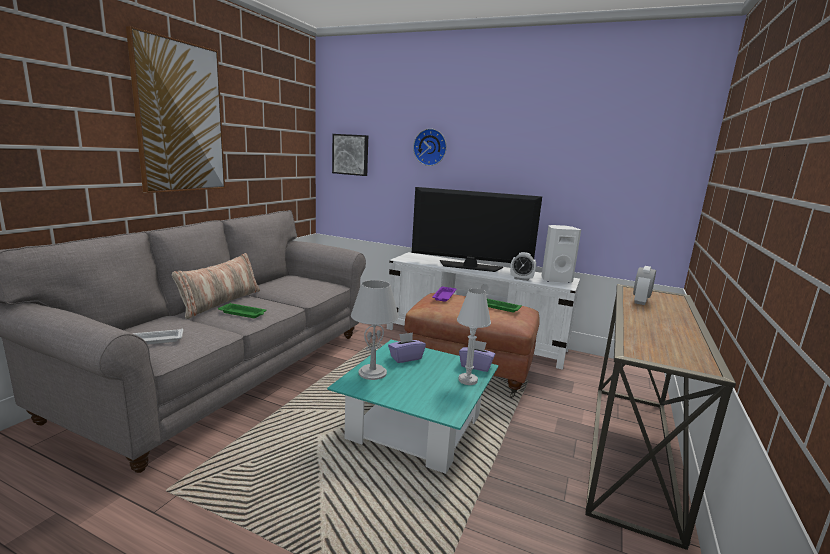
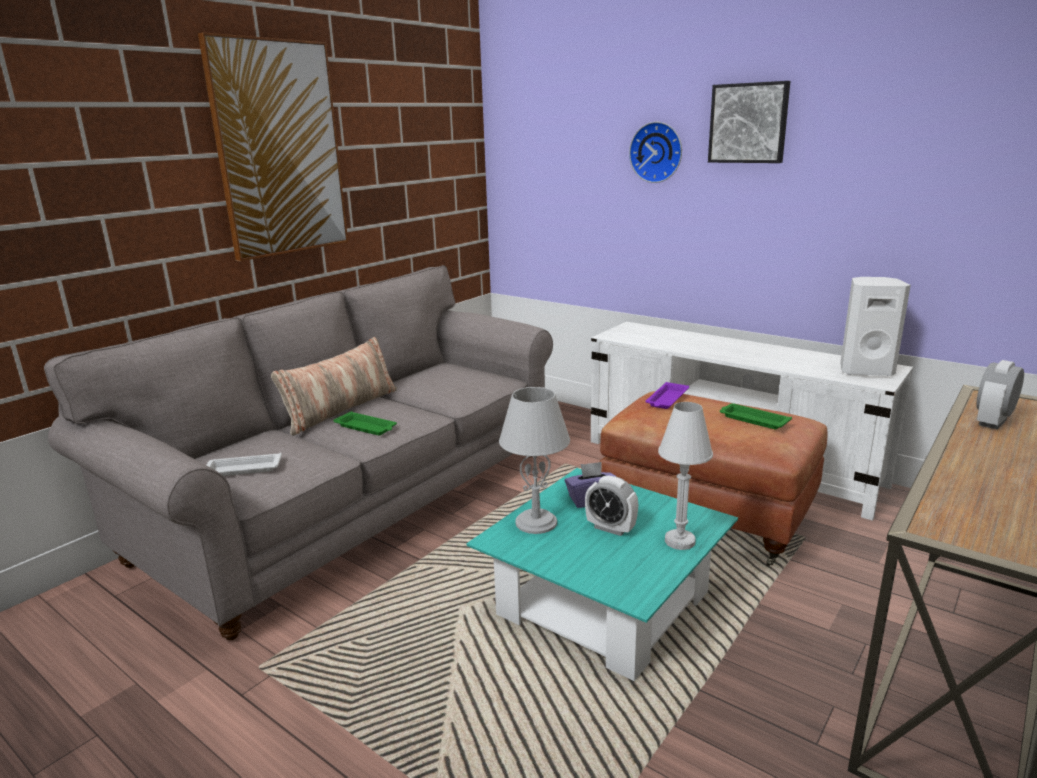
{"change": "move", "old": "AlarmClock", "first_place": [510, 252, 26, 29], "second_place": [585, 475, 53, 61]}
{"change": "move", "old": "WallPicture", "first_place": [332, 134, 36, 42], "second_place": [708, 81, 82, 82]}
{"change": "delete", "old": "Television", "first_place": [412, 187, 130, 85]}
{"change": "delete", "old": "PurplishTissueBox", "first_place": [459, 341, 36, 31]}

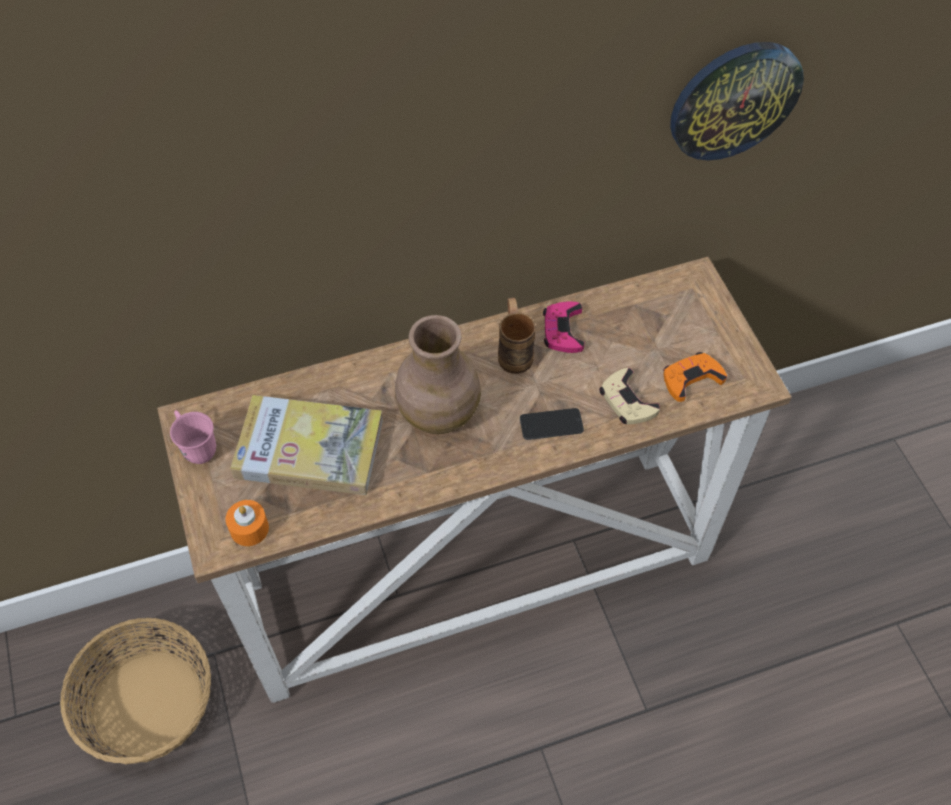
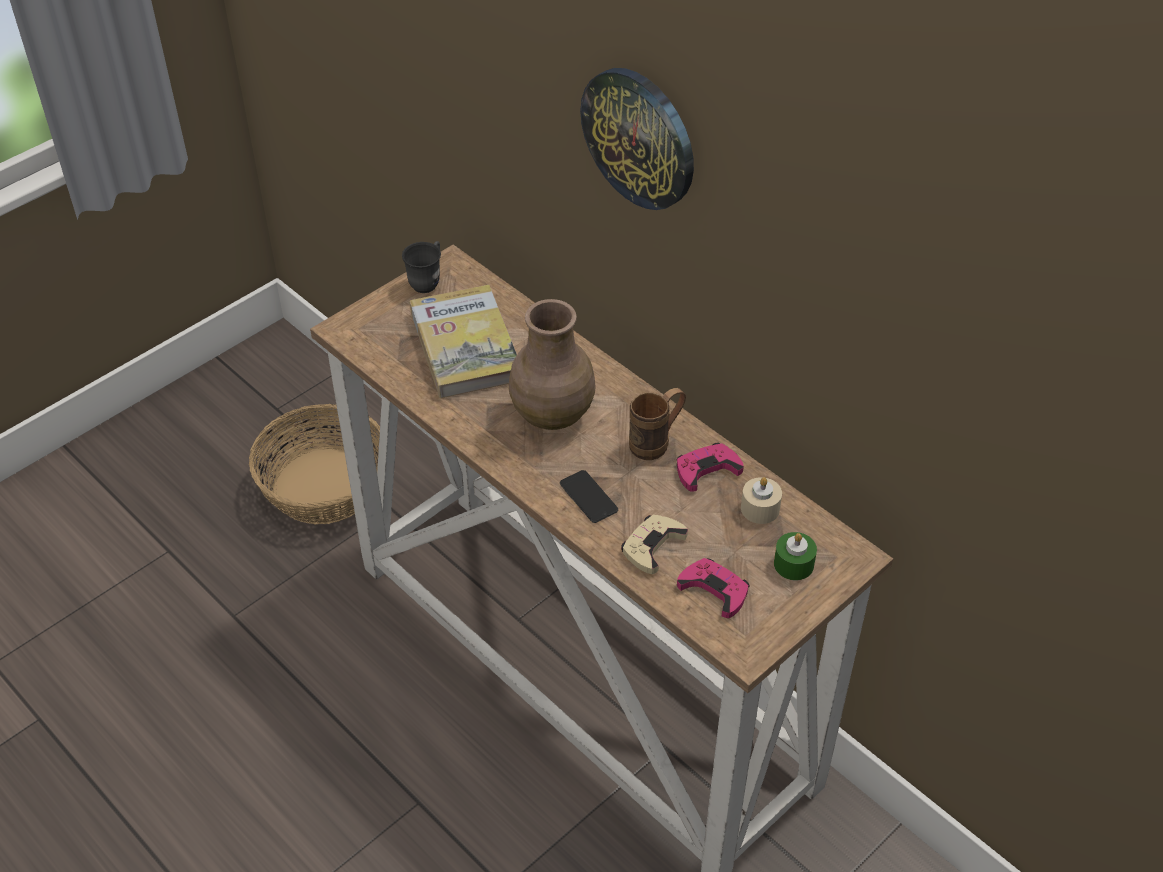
{"change": "recolor", "old": "PinkishCoffeeMug", "new": "GrayCoffeeMug", "first_place": [170, 410, 46, 54], "second_place": [402, 241, 39, 52]}
{"change": "move", "old": "HangingClock", "first_place": [670, 42, 134, 118], "second_place": [580, 68, 114, 142]}
{"change": "recolor", "old": "OrangeyGameController", "new": "PinkishGameController", "first_place": [663, 352, 64, 50], "second_place": [677, 558, 73, 60]}
{"change": "insert", "new": "BeigeColouredWaxCandle", "second_place": [741, 477, 41, 47]}
{"change": "insert", "new": "GreenWaxCandle", "second_place": [774, 532, 43, 48]}
{"change": "delete", "old": "OrangeyWaxCandle", "first_place": [226, 500, 43, 46]}

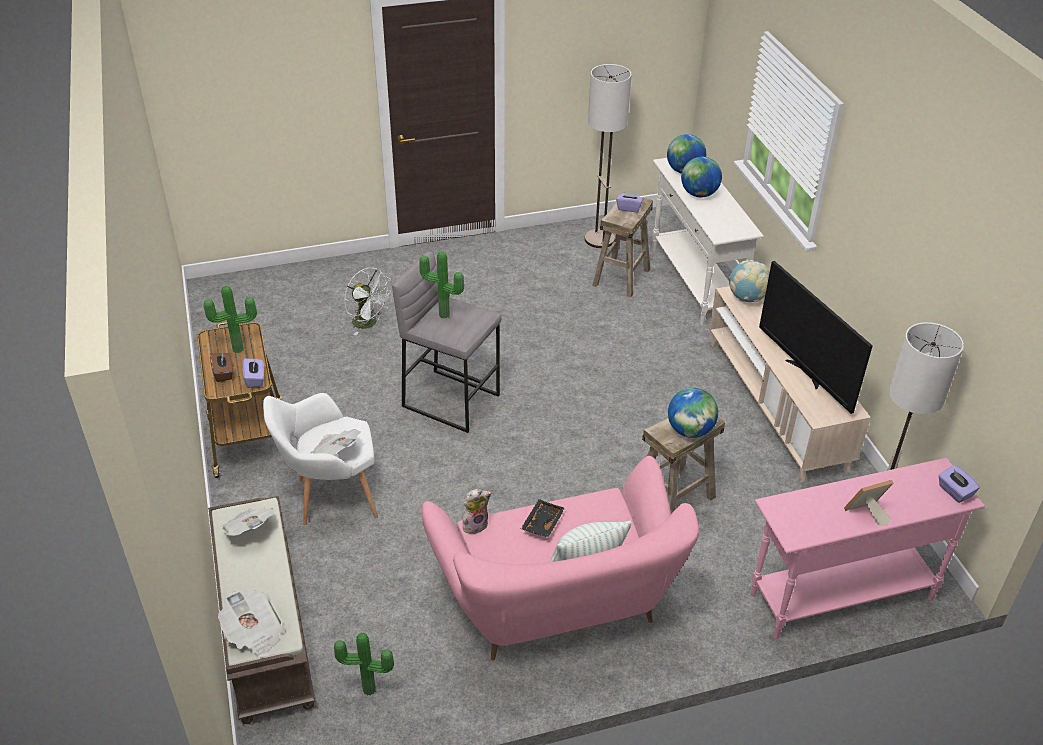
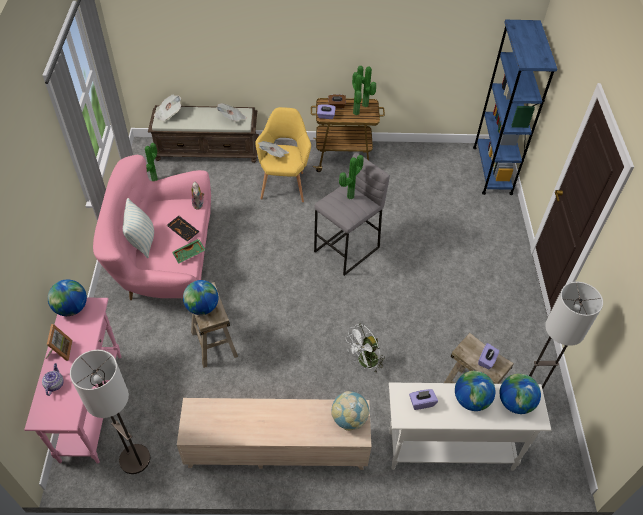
{"change": "insert", "new": "TeaPot", "second_place": [42, 363, 22, 33]}
{"change": "insert", "new": "DeskGlobe", "second_place": [48, 279, 39, 37]}
{"change": "insert", "new": "GreenCarryingTray", "second_place": [172, 239, 33, 24]}
{"change": "recolor", "old": "WhiteColouredLoungeChair", "new": "YellowishLoungeChair", "first_place": [263, 393, 115, 132], "second_place": [255, 107, 56, 95]}
{"change": "move", "old": "WhiteColouredFan", "first_place": [344, 268, 49, 67], "second_place": [346, 324, 39, 49]}
{"change": "insert", "new": "PottedPlant", "second_place": [357, 66, 19, 41]}
{"change": "move", "old": "PurplishTissueBox", "first_place": [938, 465, 42, 38], "second_place": [409, 389, 29, 21]}
{"change": "insert", "new": "BlueBookshelf", "second_place": [473, 20, 84, 175]}
{"change": "delete", "old": "Television", "first_place": [759, 261, 114, 153]}

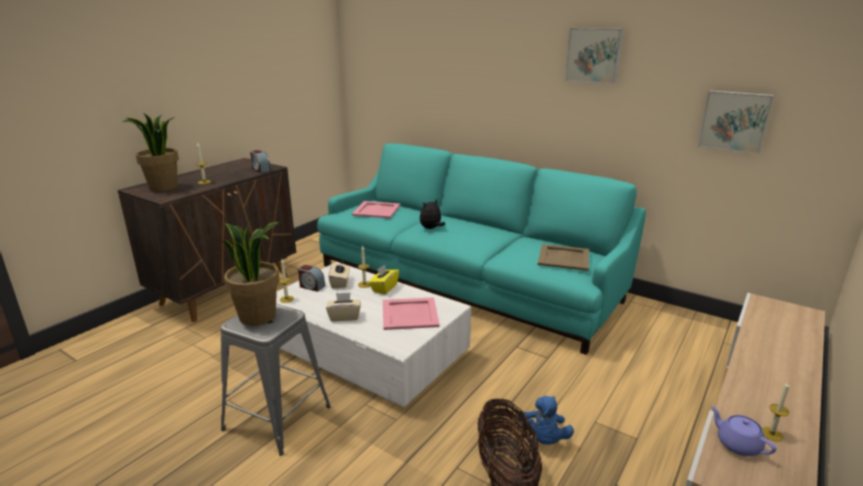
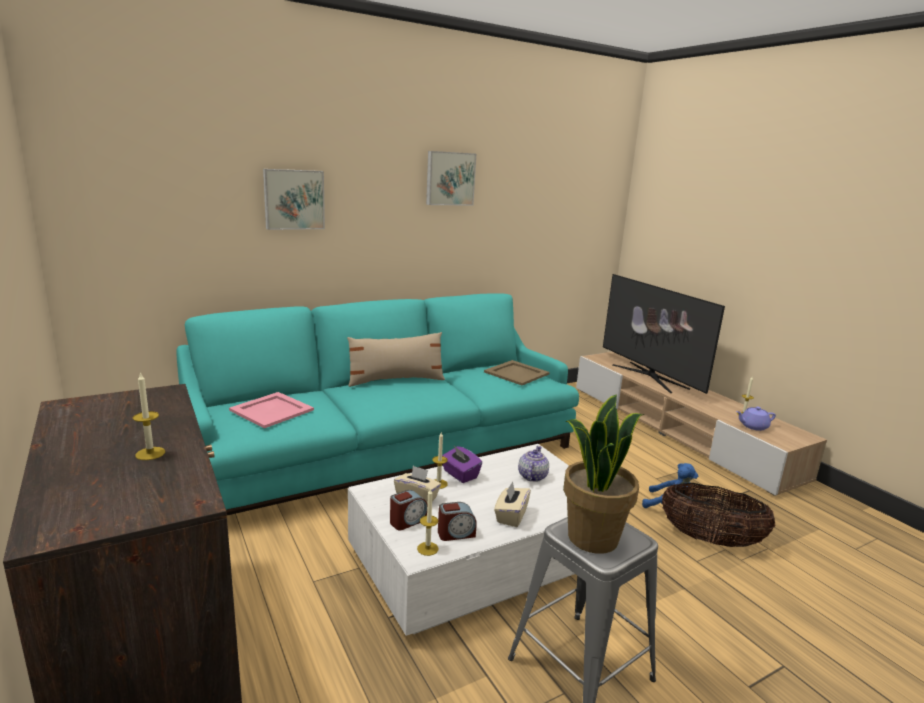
{"change": "move", "old": "WallPicture", "first_place": [698, 90, 76, 64], "second_place": [263, 169, 62, 61]}
{"change": "insert", "new": "BeigeColouredThrowPillow", "second_place": [347, 332, 98, 55]}
{"change": "move", "old": "AlarmClock", "first_place": [250, 150, 21, 23], "second_place": [438, 502, 39, 39]}
{"change": "recolor", "old": "YellowishTissueBox", "new": "PurplishTissueBox", "first_place": [369, 264, 30, 30], "second_place": [442, 446, 40, 37]}
{"change": "replace", "old": "PinkishCarryingTray", "new": "TeaPot", "first_place": [383, 297, 57, 33], "second_place": [518, 446, 31, 36]}
{"change": "insert", "new": "Television", "second_place": [603, 274, 122, 120]}
{"change": "delete", "old": "PottedPlant", "first_place": [123, 112, 56, 79]}
{"change": "delete", "old": "SoftToy", "first_place": [420, 198, 25, 31]}

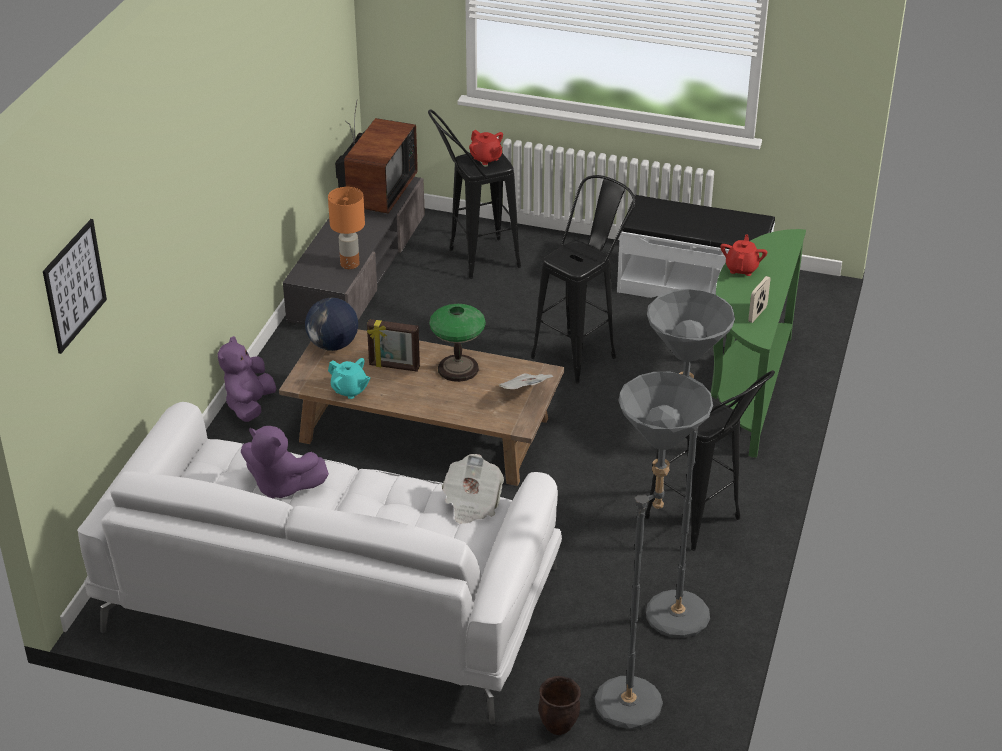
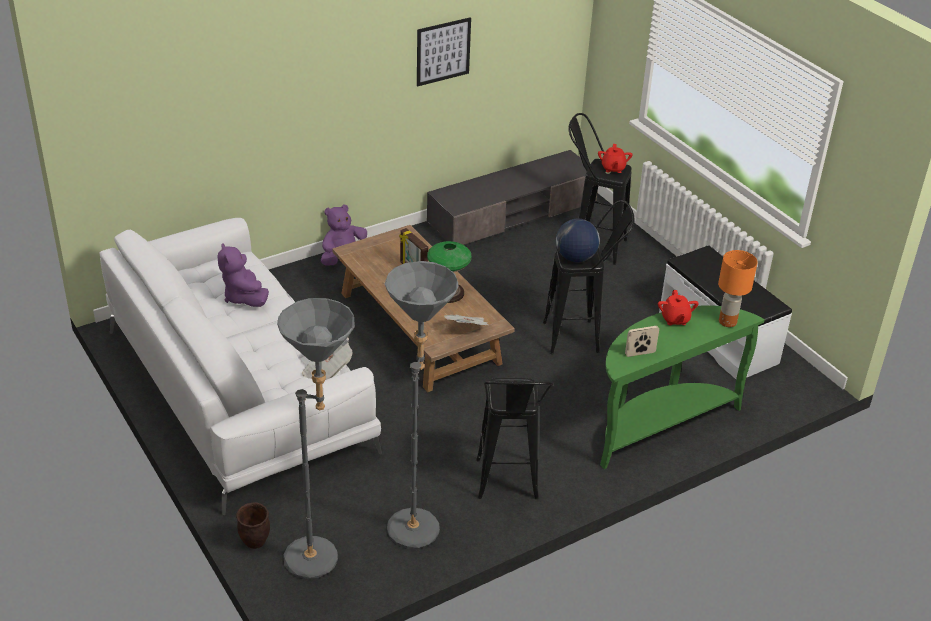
{"change": "move", "old": "WallPicture", "first_place": [43, 219, 64, 135], "second_place": [417, 17, 54, 70]}
{"change": "move", "old": "DeskGlobe", "first_place": [305, 298, 53, 53], "second_place": [556, 218, 44, 44]}
{"change": "rotate", "old": "RedTeaPot", "first_place": [720, 234, 47, 42], "second_place": [658, 290, 41, 35], "degrees": 120}
{"change": "move", "old": "OrangeyTableLamp", "first_place": [328, 187, 37, 82], "second_place": [718, 250, 40, 77]}
{"change": "delete", "old": "TurquoiseTeaPot", "first_place": [328, 358, 43, 41]}
{"change": "delete", "old": "Television", "first_place": [335, 101, 83, 112]}

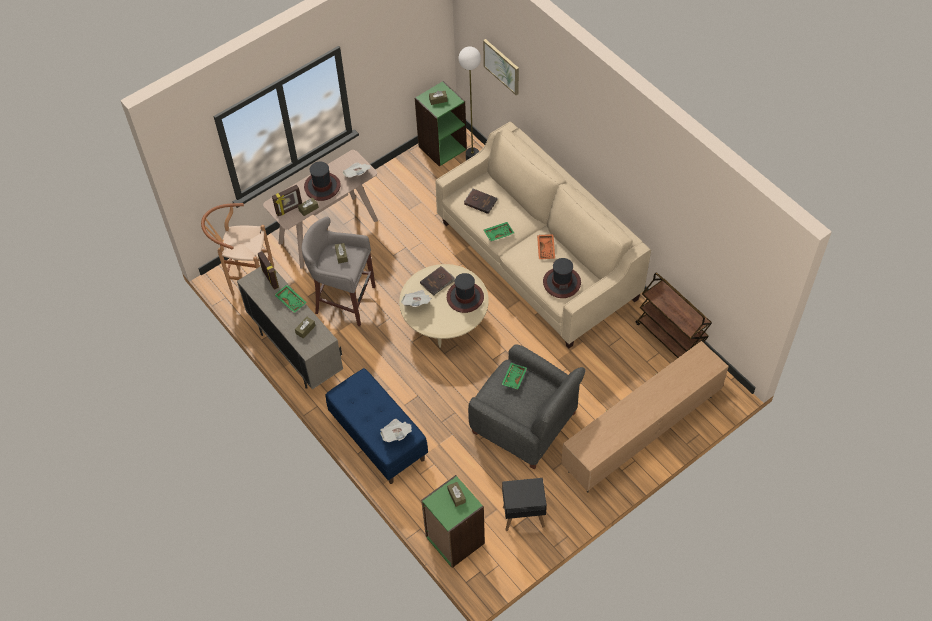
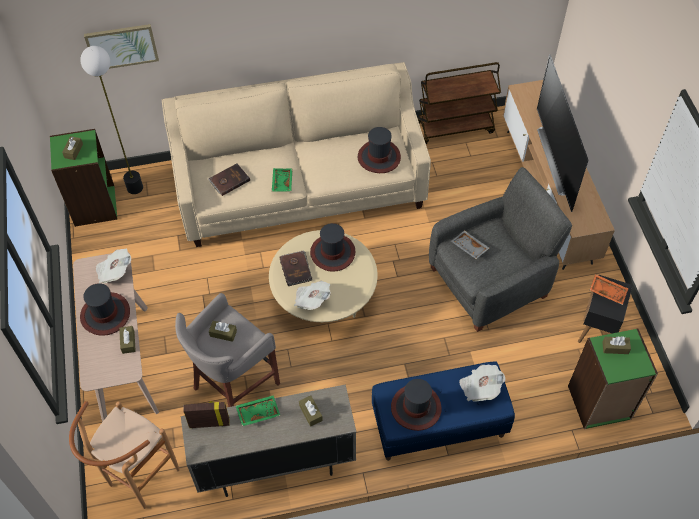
{"change": "insert", "new": "ClothingHat", "second_place": [391, 379, 50, 52]}
{"change": "recolor", "old": "GreenCarryingTray", "new": "GrayCarryingTray", "first_place": [501, 363, 26, 27], "second_place": [451, 230, 38, 29]}
{"change": "insert", "new": "Television", "second_place": [537, 54, 52, 158]}
{"change": "move", "old": "OrangeyCarryingTray", "first_place": [537, 234, 18, 25], "second_place": [590, 274, 38, 31]}
{"change": "delete", "old": "StandingFrame", "first_place": [272, 185, 30, 32]}

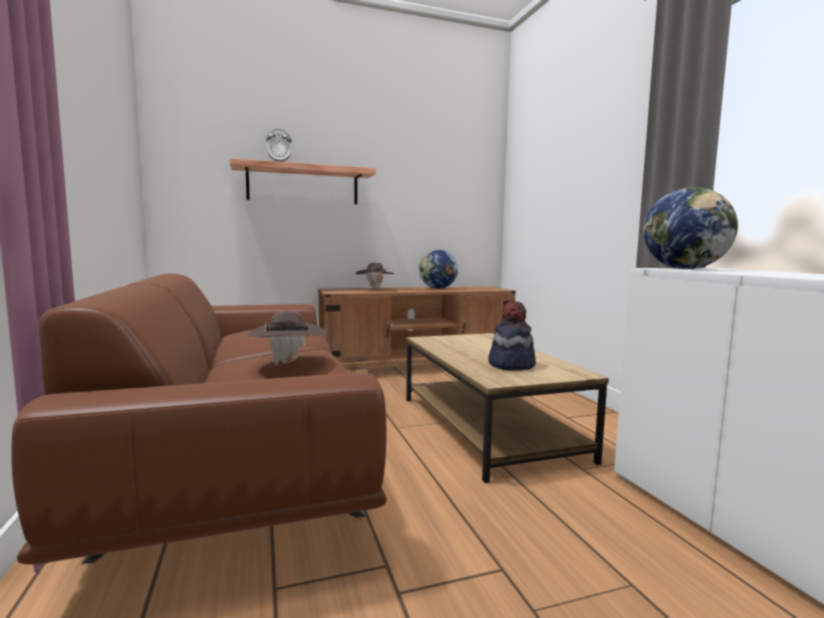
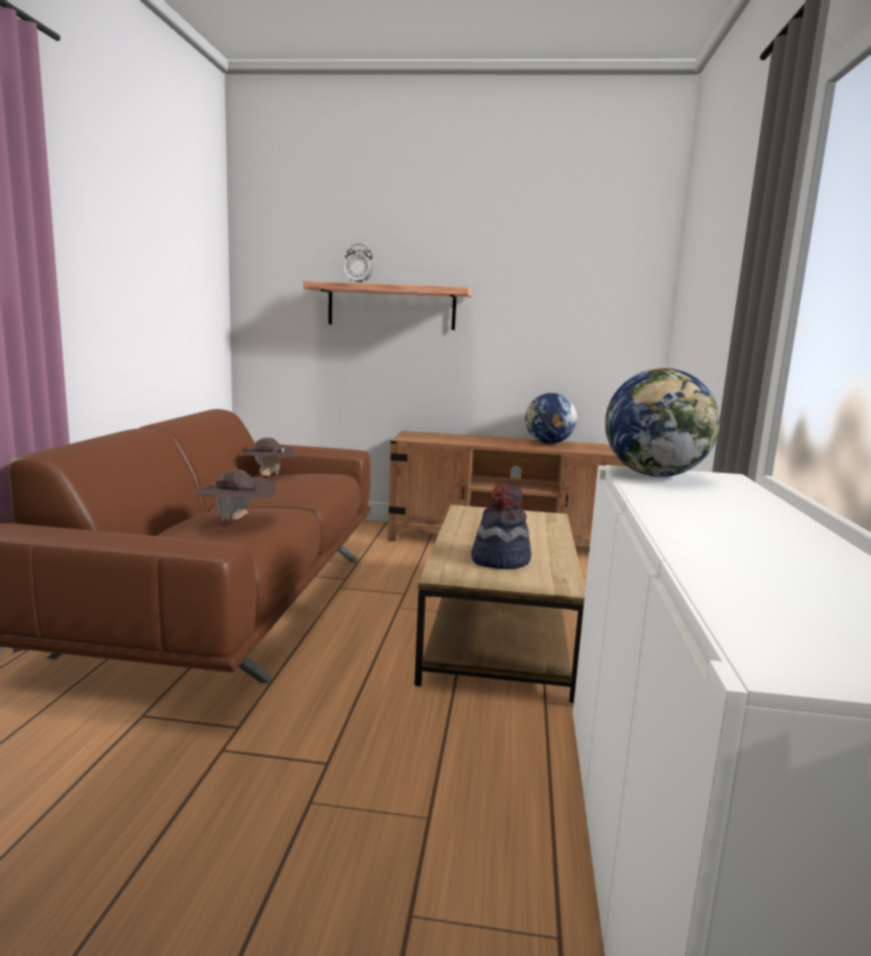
{"change": "move", "old": "BrownColouredClothingHat", "first_place": [356, 263, 39, 26], "second_place": [238, 438, 58, 38]}

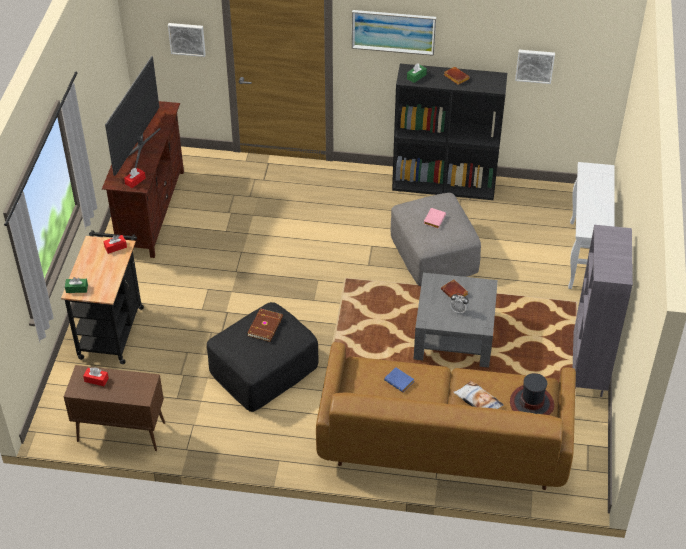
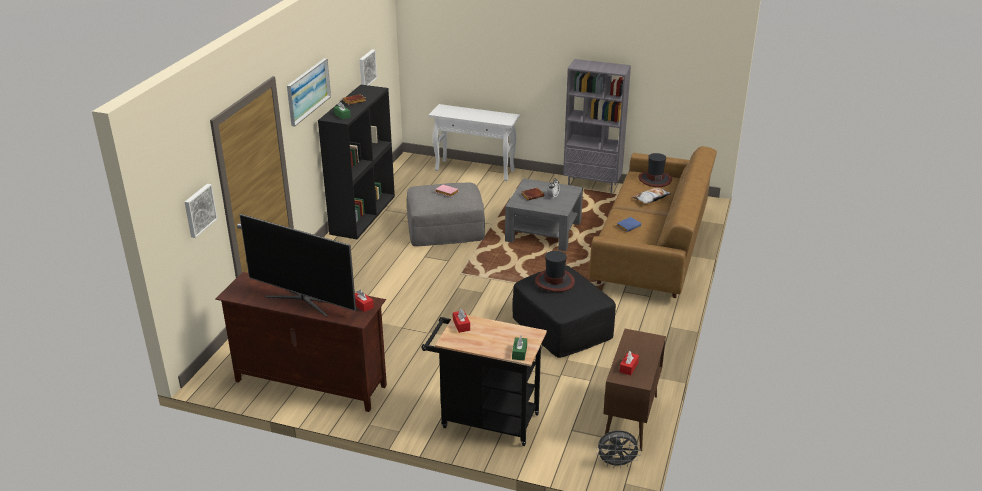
{"change": "replace", "old": "BrownColouredBoundBook", "new": "ClothingHat", "first_place": [247, 308, 36, 34], "second_place": [535, 251, 40, 41]}
{"change": "insert", "new": "GrayFan", "second_place": [596, 430, 45, 39]}

